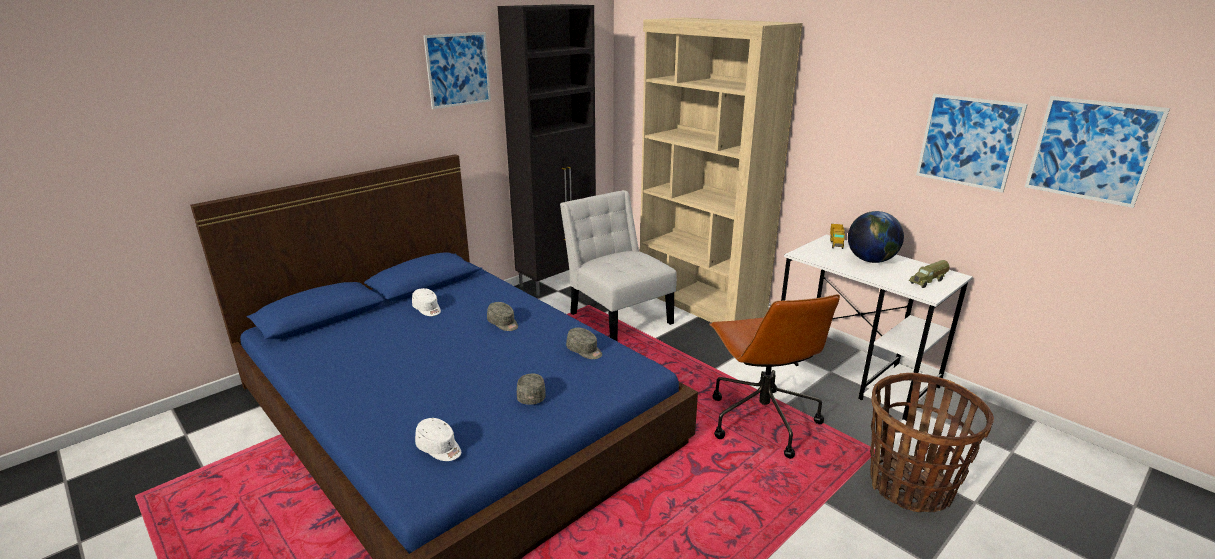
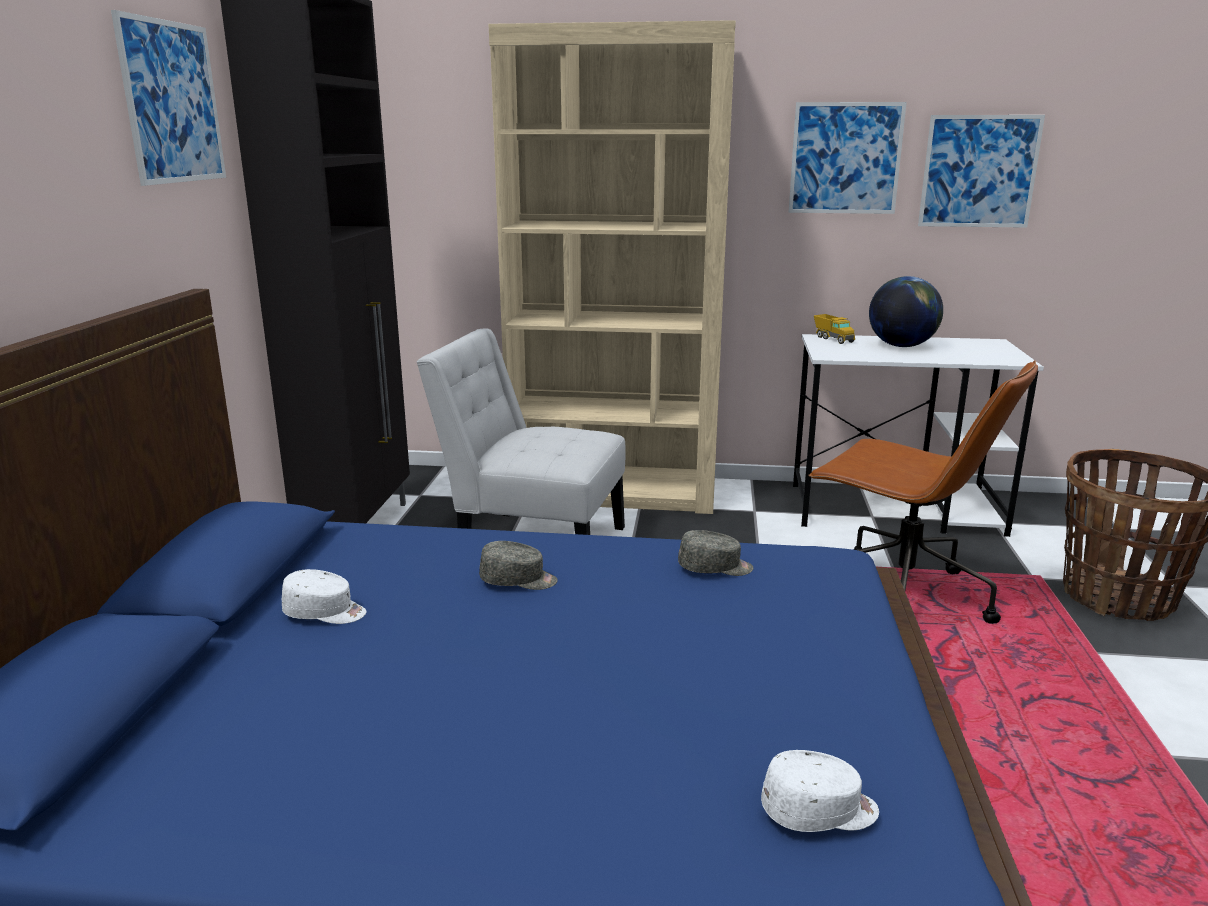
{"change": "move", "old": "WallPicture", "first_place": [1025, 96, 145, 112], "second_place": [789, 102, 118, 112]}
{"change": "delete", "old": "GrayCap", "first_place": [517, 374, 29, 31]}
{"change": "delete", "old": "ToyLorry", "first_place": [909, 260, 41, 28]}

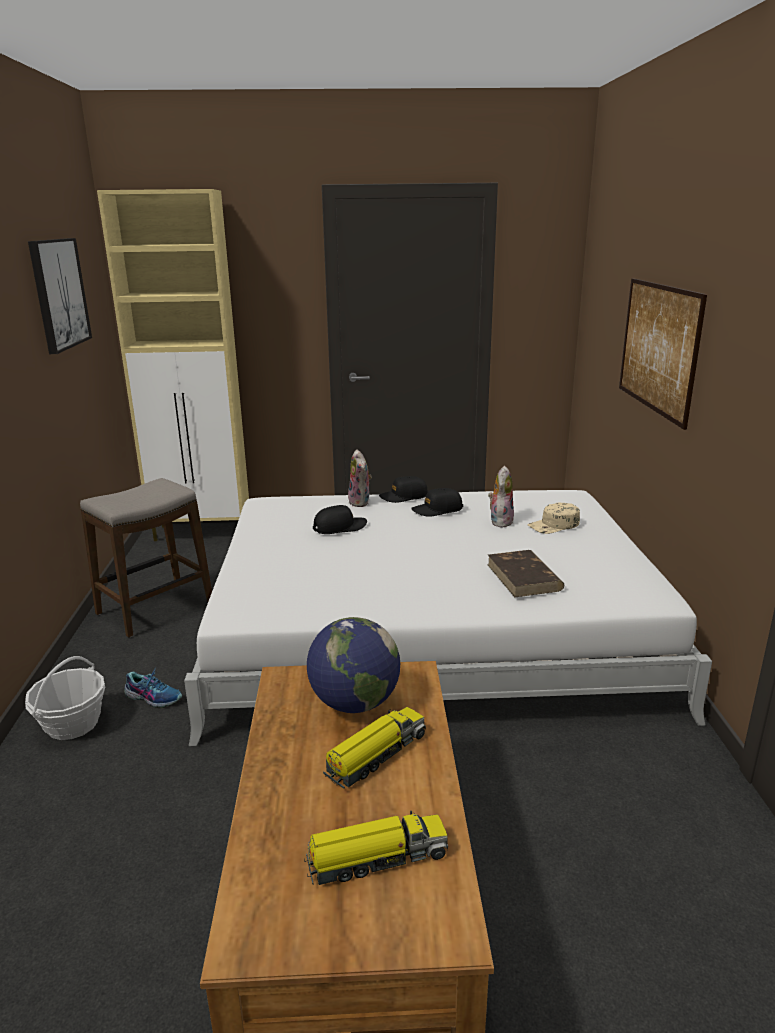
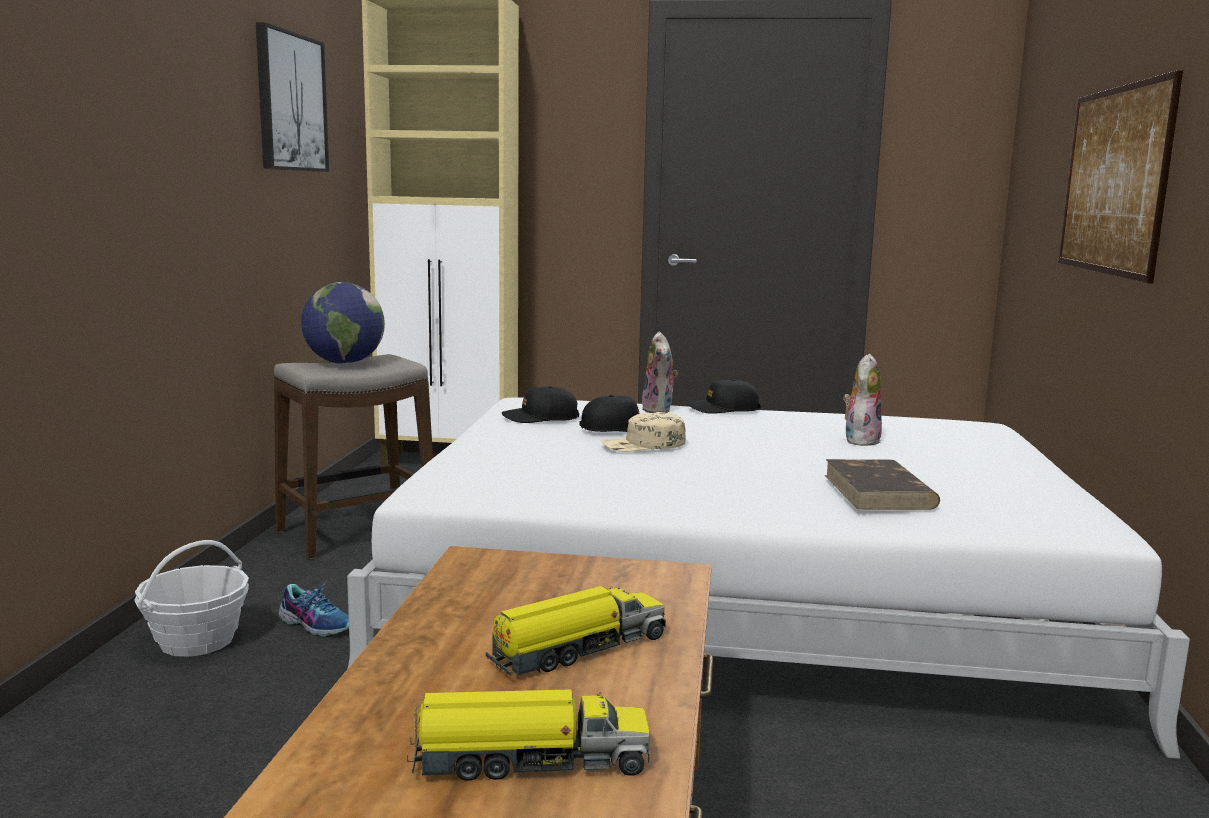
{"change": "move", "old": "DeskGlobe", "first_place": [307, 617, 93, 96], "second_place": [301, 282, 84, 82]}
{"change": "move", "old": "BlackishCap", "first_place": [411, 488, 52, 29], "second_place": [502, 386, 77, 37]}
{"change": "move", "old": "BeigeColouredCap", "first_place": [527, 502, 53, 32], "second_place": [601, 412, 85, 40]}

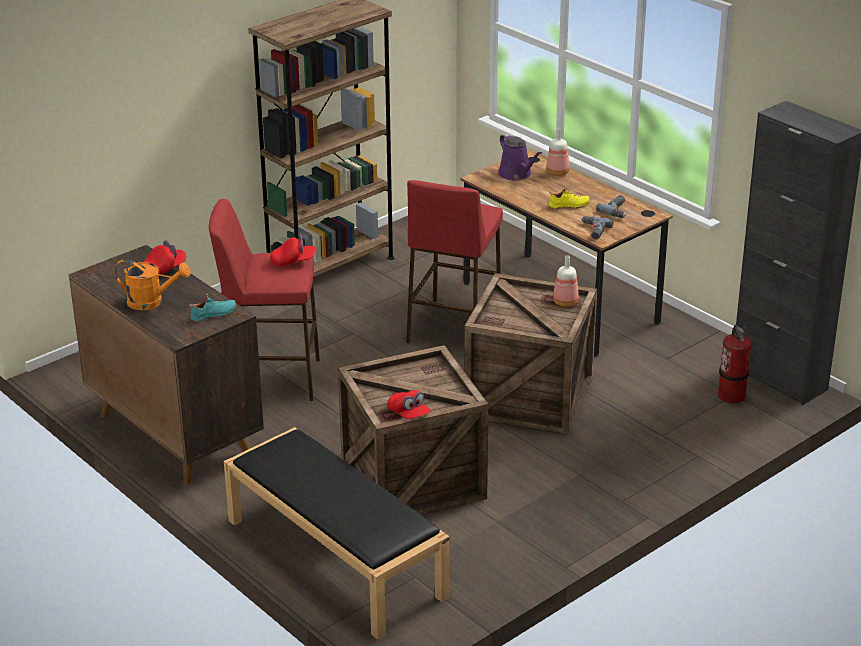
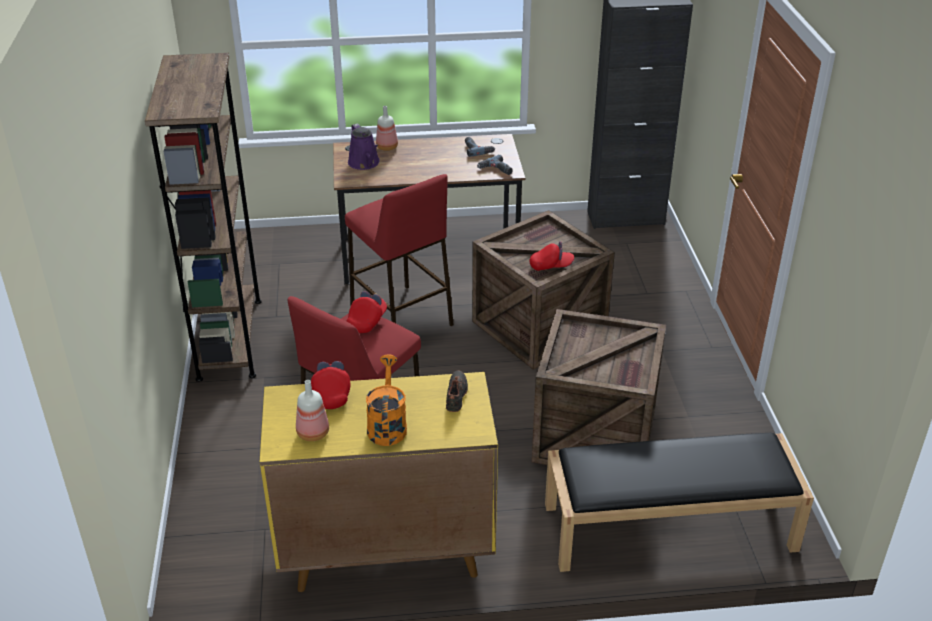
{"change": "recolor", "old": "BrownColouredCupboard", "new": "YellowishCupboard", "first_place": [69, 245, 195, 240], "second_place": [260, 372, 238, 220]}
{"change": "move", "old": "DrinkBottle", "first_place": [553, 255, 26, 52], "second_place": [296, 380, 33, 61]}
{"change": "rotate", "old": "PurplishWateringPot", "first_place": [498, 133, 44, 48], "second_place": [348, 123, 32, 47], "degrees": 60}
{"change": "rotate", "old": "OrangeyWateringPot", "first_place": [115, 259, 75, 51], "second_place": [366, 354, 41, 92], "degrees": -45}
{"change": "recolor", "old": "TurquoiseShoe", "new": "BlackishShoe", "first_place": [189, 294, 47, 28], "second_place": [446, 370, 22, 42]}
{"change": "move", "old": "RedCap", "first_place": [387, 390, 44, 29], "second_place": [529, 241, 45, 30]}
{"change": "delete", "old": "YellowishShoe", "first_place": [549, 186, 41, 23]}
{"change": "delete", "old": "FireExtinguisher", "first_place": [718, 325, 33, 78]}

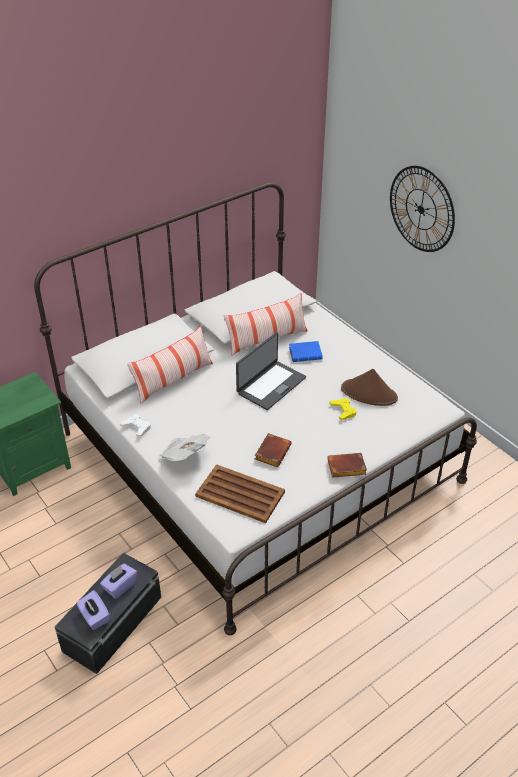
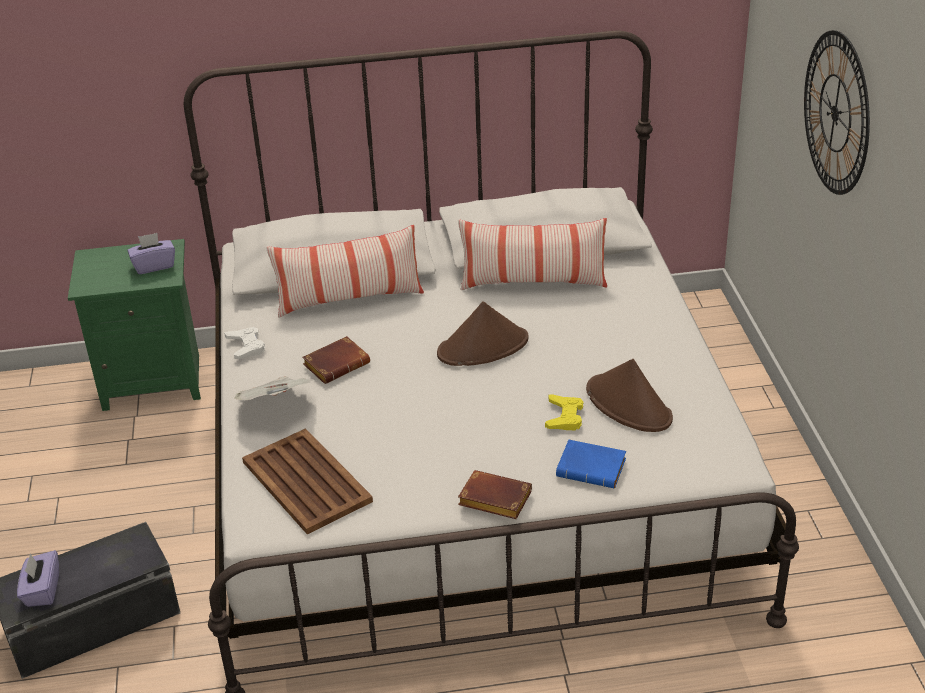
{"change": "move", "old": "PurplishTissueBox", "first_place": [100, 564, 37, 35], "second_place": [128, 233, 47, 41]}
{"change": "move", "old": "BrownColouredBoundBook", "first_place": [255, 433, 37, 34], "second_place": [302, 336, 68, 48]}
{"change": "replace", "old": "NotebookComputer", "new": "BrownColouredClothingHat", "first_place": [236, 332, 70, 78], "second_place": [437, 301, 92, 65]}
{"change": "move", "old": "BlueBoundBook", "first_place": [289, 341, 34, 21], "second_place": [556, 440, 70, 48]}

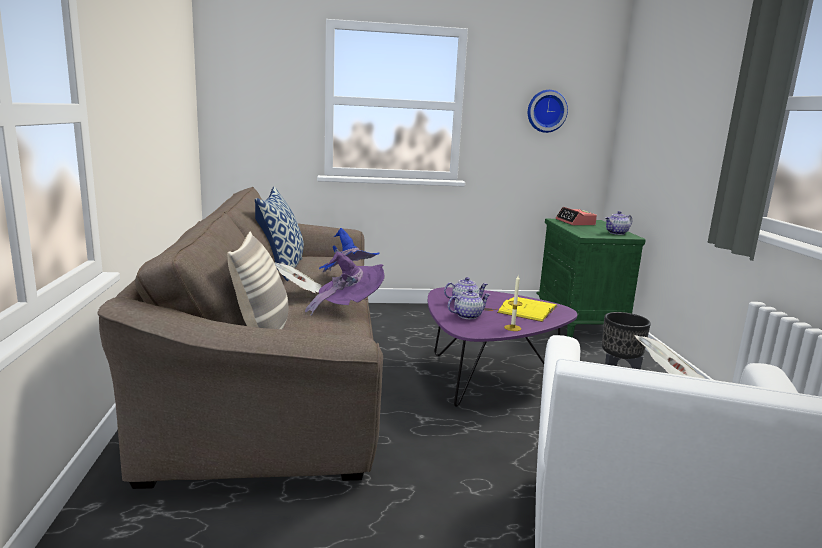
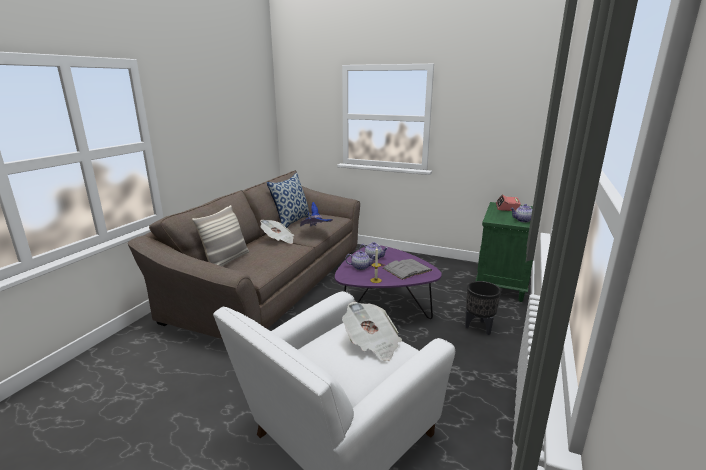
{"change": "recolor", "old": "YellowishBoundBook", "new": "GrayBoundBook", "first_place": [497, 297, 61, 25], "second_place": [383, 259, 49, 21]}
{"change": "delete", "old": "PurplishClothingHat", "first_place": [305, 251, 80, 65]}
{"change": "delete", "old": "HangingClock", "first_place": [528, 90, 40, 43]}

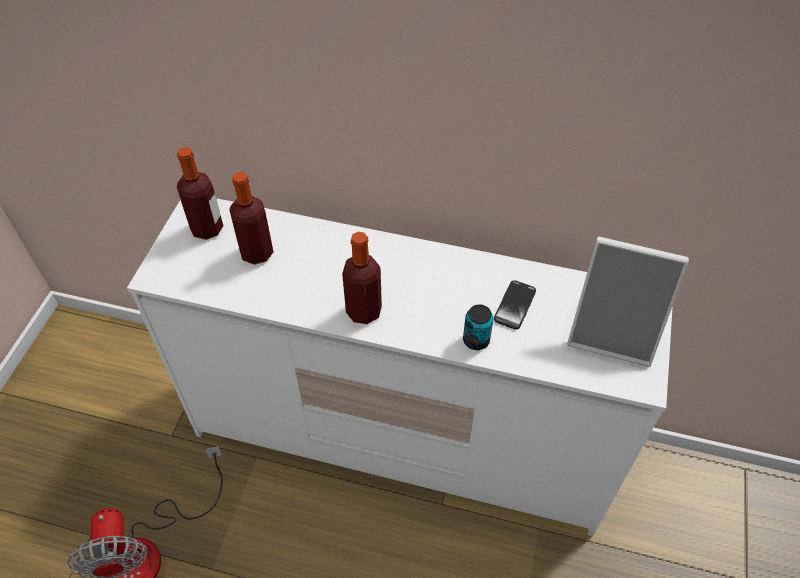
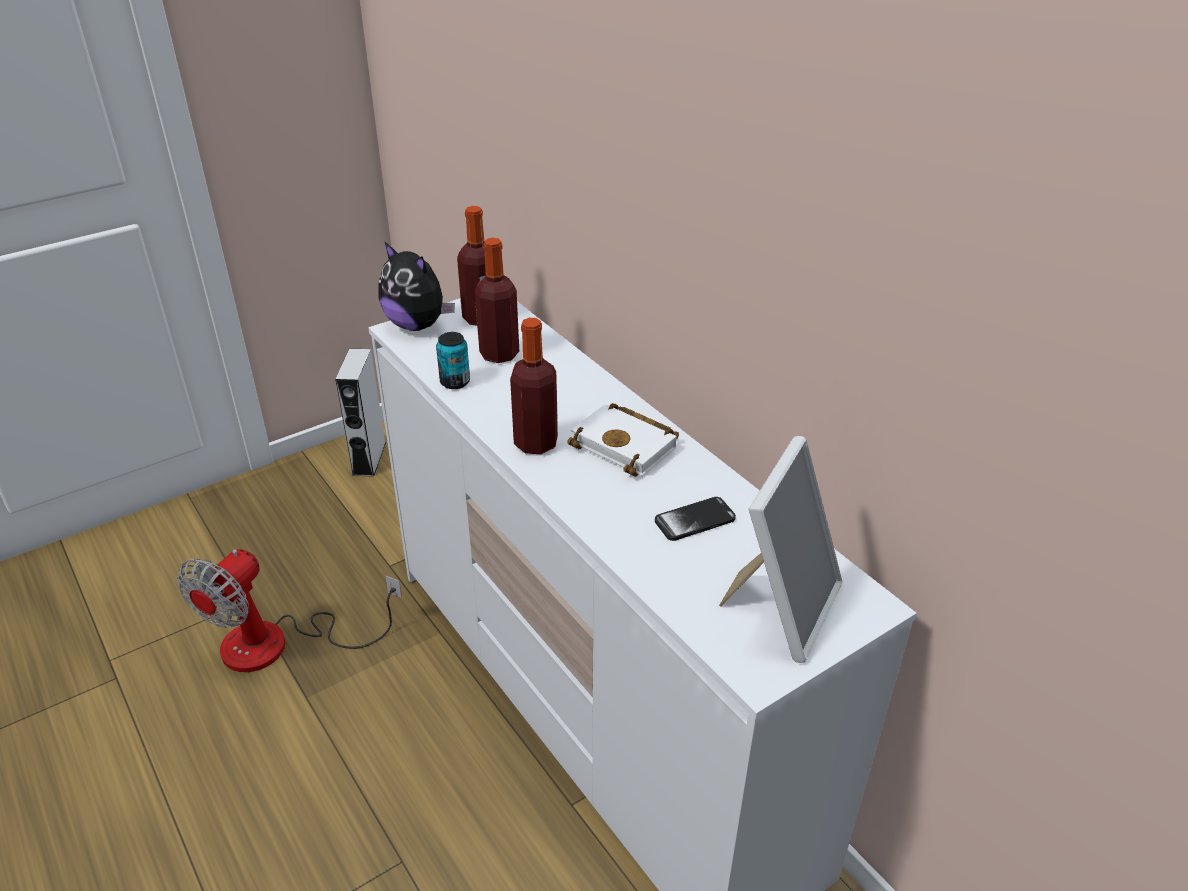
{"change": "insert", "new": "GrayLoudspeaker", "second_place": [335, 349, 51, 128]}
{"change": "insert", "new": "SoftToy", "second_place": [378, 241, 77, 90]}
{"change": "move", "old": "SealedCan", "first_place": [463, 304, 31, 46], "second_place": [436, 332, 34, 57]}
{"change": "insert", "new": "WhiteColouredBoundBook", "second_place": [567, 403, 112, 74]}
{"change": "rotate", "old": "StandingFrame", "first_place": [567, 237, 122, 130], "second_place": [719, 436, 123, 227], "degrees": -120}

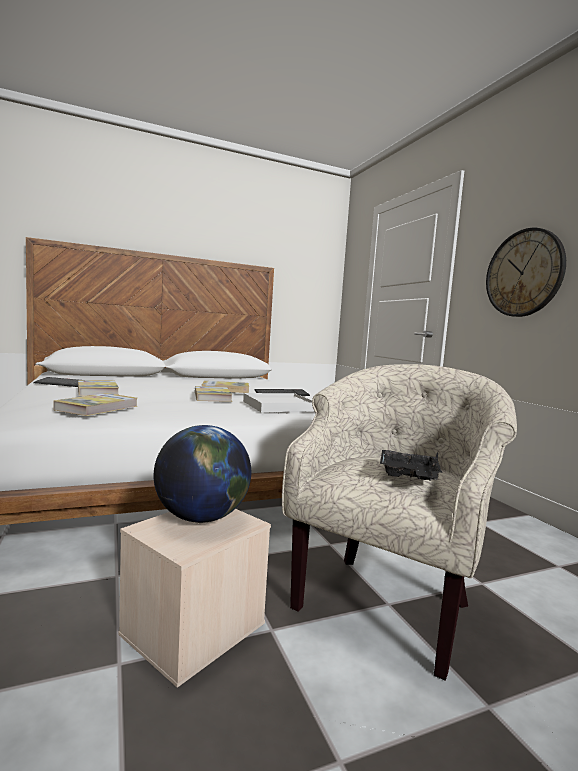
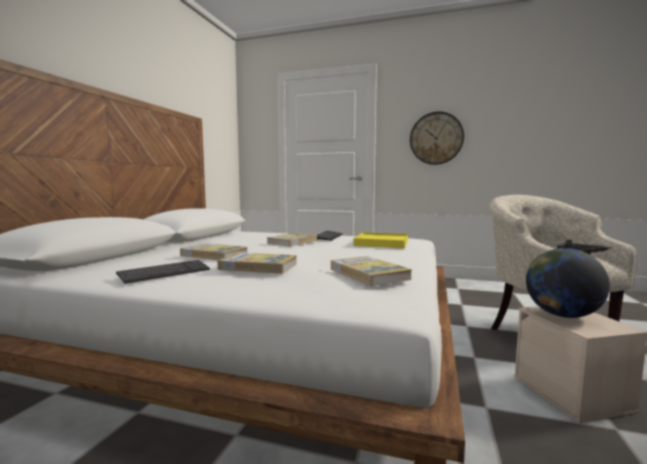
{"change": "move", "old": "BoundBook", "first_place": [195, 386, 38, 16], "second_place": [180, 243, 67, 17]}
{"change": "recolor", "old": "WhiteColouredCarryingTray", "new": "YellowishCarryingTray", "first_place": [243, 393, 72, 19], "second_place": [353, 232, 55, 16]}

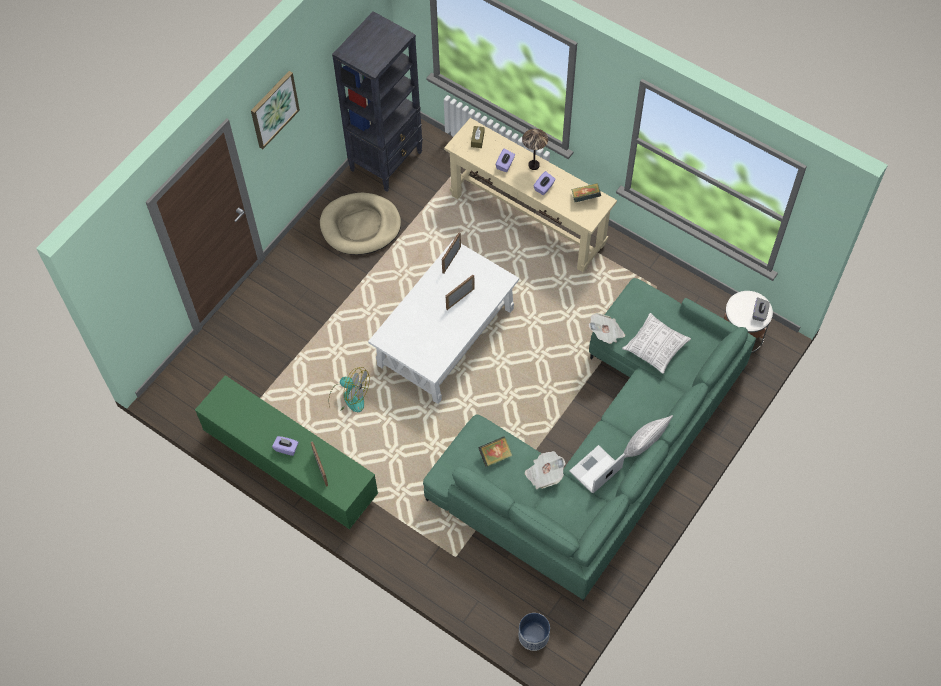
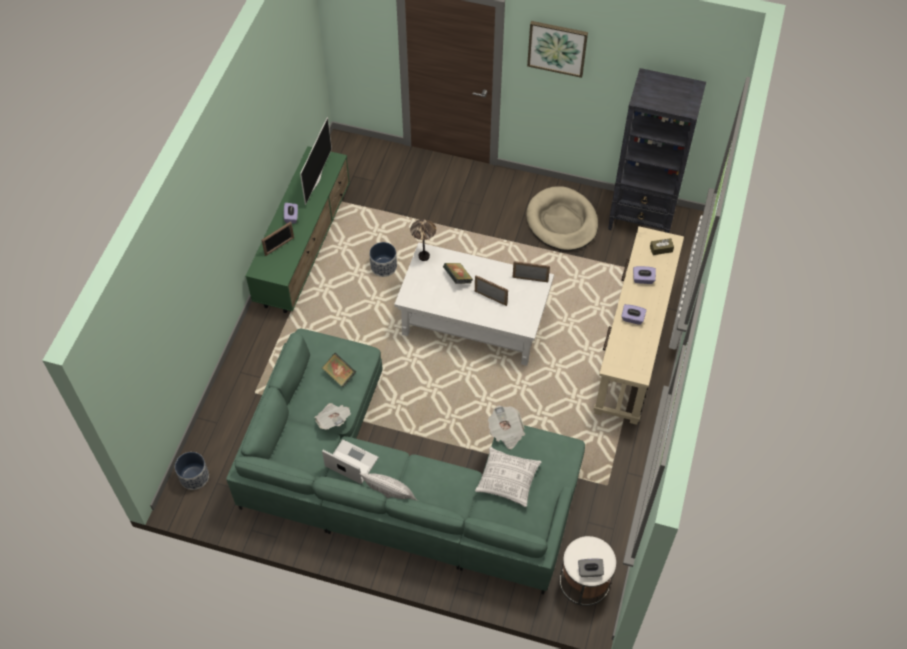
{"change": "insert", "new": "Television", "second_place": [300, 117, 32, 88]}
{"change": "replace", "old": "Fan", "new": "FlowerPot", "first_place": [329, 367, 41, 45], "second_place": [369, 242, 28, 35]}
{"change": "move", "old": "TableLamp", "first_place": [522, 129, 26, 41], "second_place": [410, 219, 26, 42]}
{"change": "move", "old": "BoundBook", "first_place": [572, 183, 29, 19], "second_place": [443, 263, 30, 21]}

